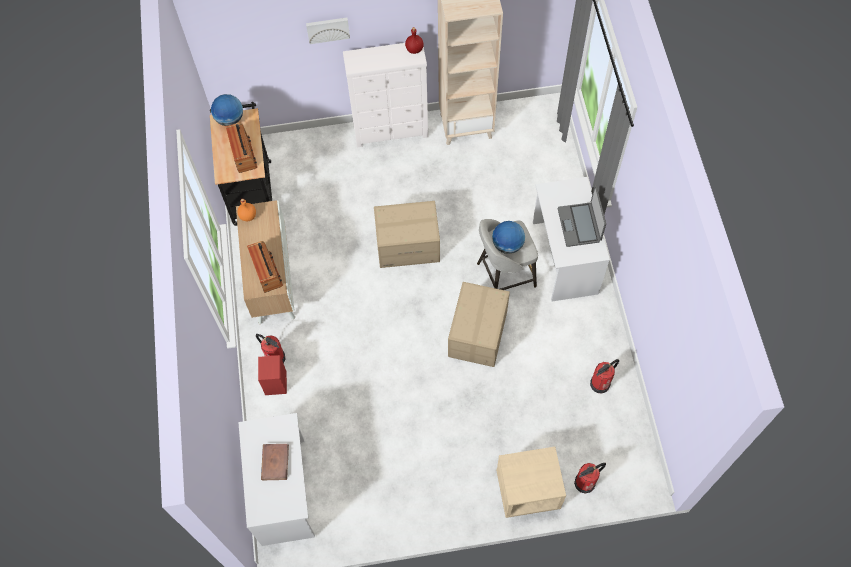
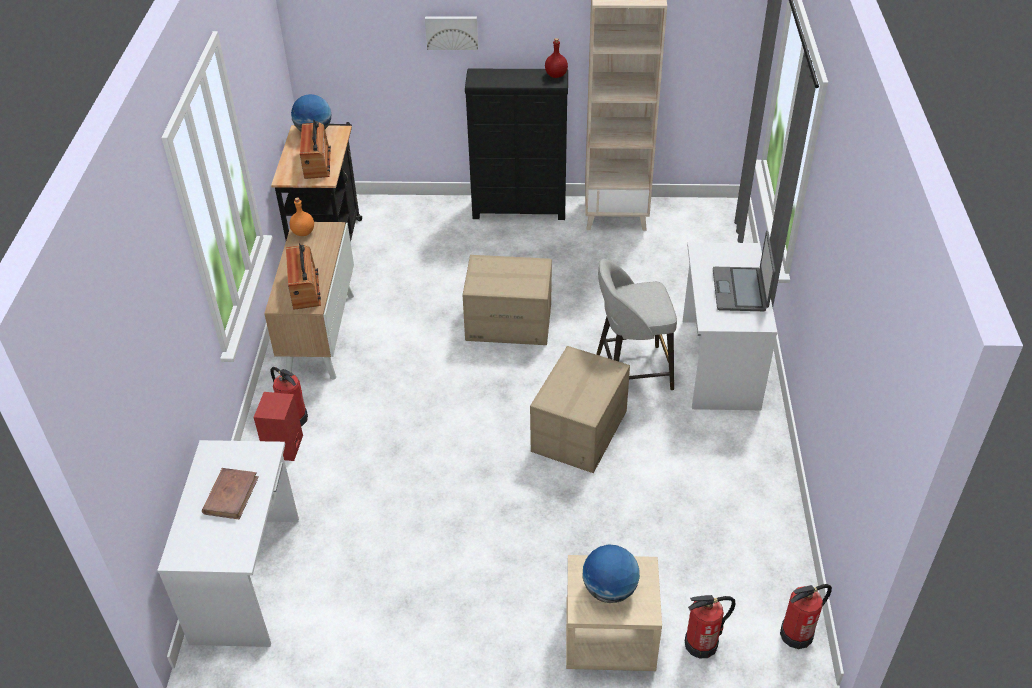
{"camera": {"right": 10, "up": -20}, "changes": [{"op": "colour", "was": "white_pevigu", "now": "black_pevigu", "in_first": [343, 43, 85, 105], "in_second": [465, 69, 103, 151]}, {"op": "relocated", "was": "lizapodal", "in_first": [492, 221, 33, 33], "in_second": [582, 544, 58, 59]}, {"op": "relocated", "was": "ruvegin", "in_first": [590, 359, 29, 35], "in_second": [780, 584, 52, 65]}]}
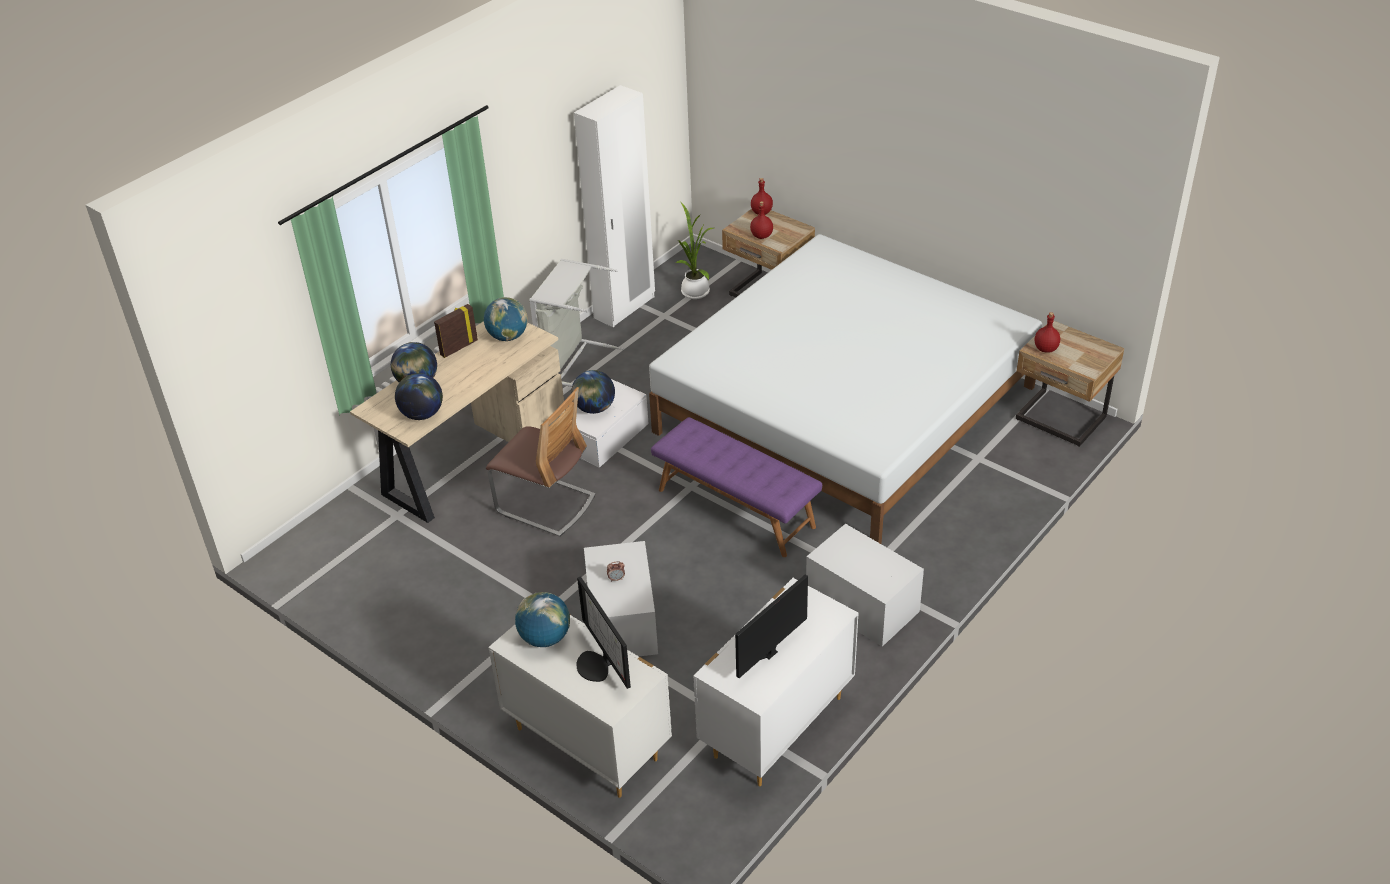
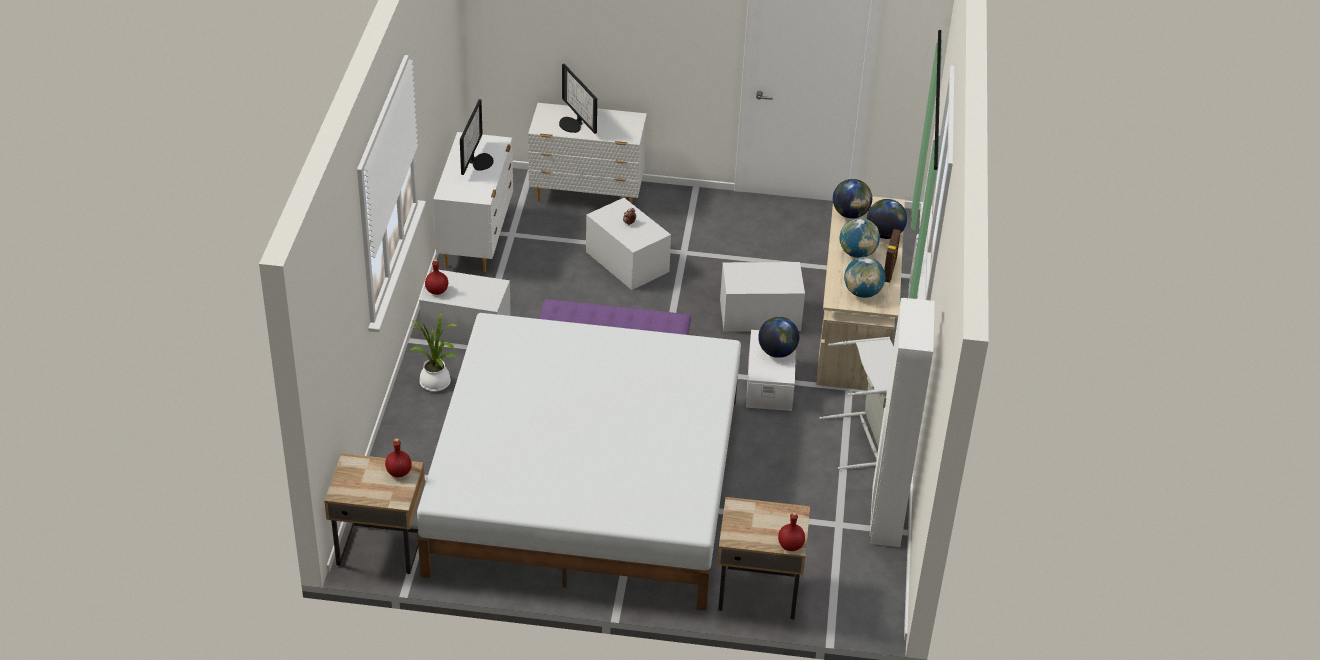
{"camera": {"right": 145, "up": 0}, "changes": [{"op": "relocated", "was": "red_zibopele", "in_first": [750, 201, 23, 38], "in_second": [425, 259, 23, 36]}, {"op": "relocated", "was": "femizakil", "in_first": [676, 203, 37, 96], "in_second": [410, 311, 47, 81]}, {"op": "exchanged", "was": "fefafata", "now": "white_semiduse", "in_first": [486, 387, 110, 150], "in_second": [720, 262, 85, 70]}, {"op": "spun", "was": "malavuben", "in_first": [576, 576, 55, 113], "in_second": [559, 64, 38, 70], "clockwise": -150}, {"op": "relocated", "was": "lizapodal", "in_first": [515, 592, 55, 55], "in_second": [840, 218, 40, 40]}]}
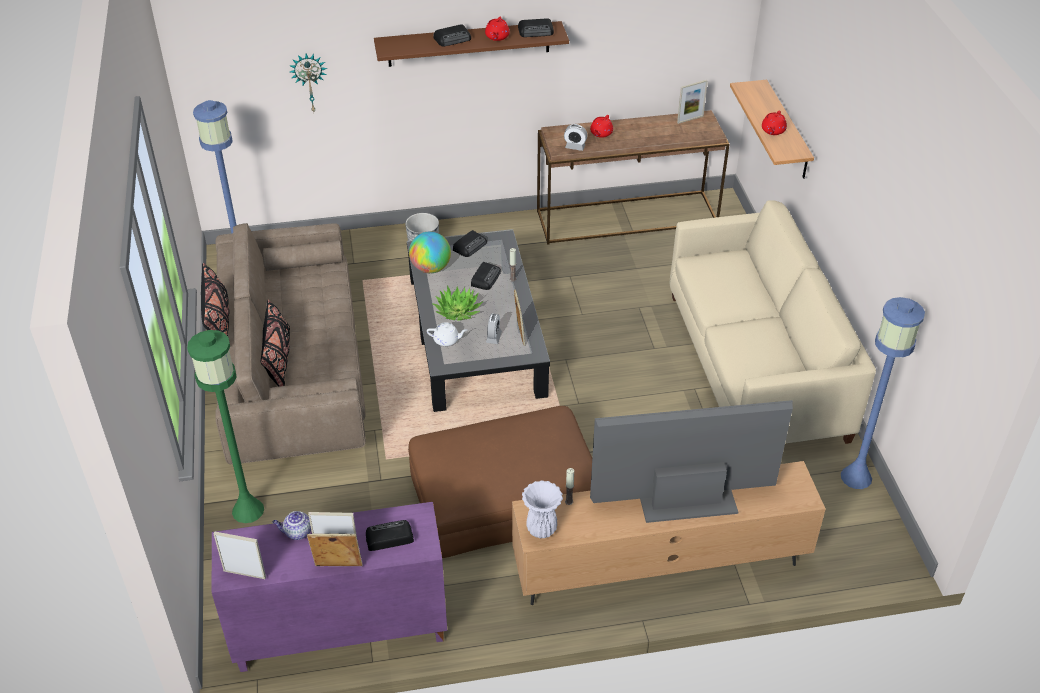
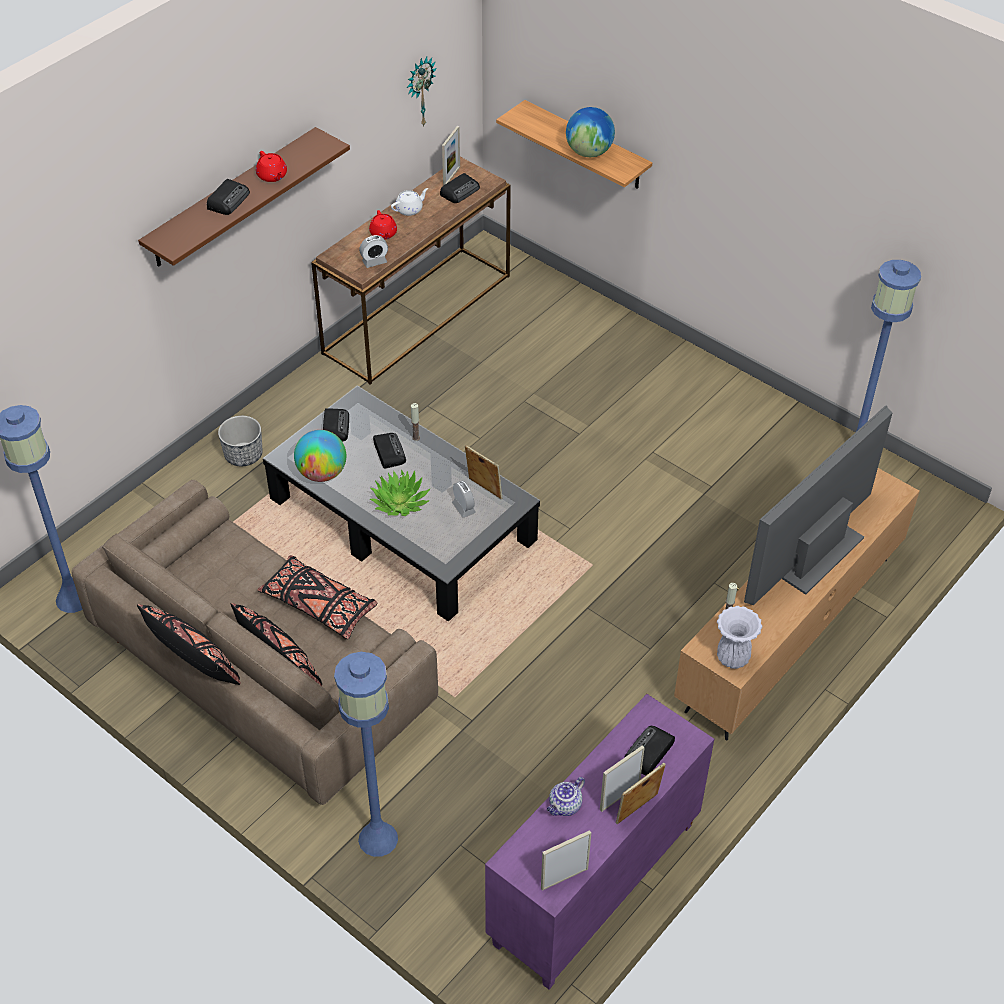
{"camera": {"right": -40, "up": 5}, "changes": [{"op": "relocated", "was": "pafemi", "in_first": [518, 19, 36, 18], "in_second": [440, 173, 40, 30]}, {"op": "relocated", "was": "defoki", "in_first": [289, 54, 39, 58], "in_second": [407, 57, 30, 69]}, {"op": "exchanged", "was": "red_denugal", "now": "lizapodal", "in_first": [762, 111, 25, 24], "in_second": [566, 107, 49, 50]}, {"op": "missing", "was": "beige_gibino", "in_first": [670, 200, 206, 244]}, {"op": "relocated", "was": "white_denugal", "in_first": [427, 322, 40, 24], "in_second": [391, 188, 37, 28]}, {"op": "colour", "was": "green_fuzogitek", "now": "blue_fuzogitek", "in_first": [187, 330, 77, 193], "in_second": [334, 652, 64, 205]}, {"op": "missing", "was": "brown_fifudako", "in_first": [408, 406, 184, 152]}, {"op": "appeared", "now": "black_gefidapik", "in_second": [257, 555, 120, 84]}]}
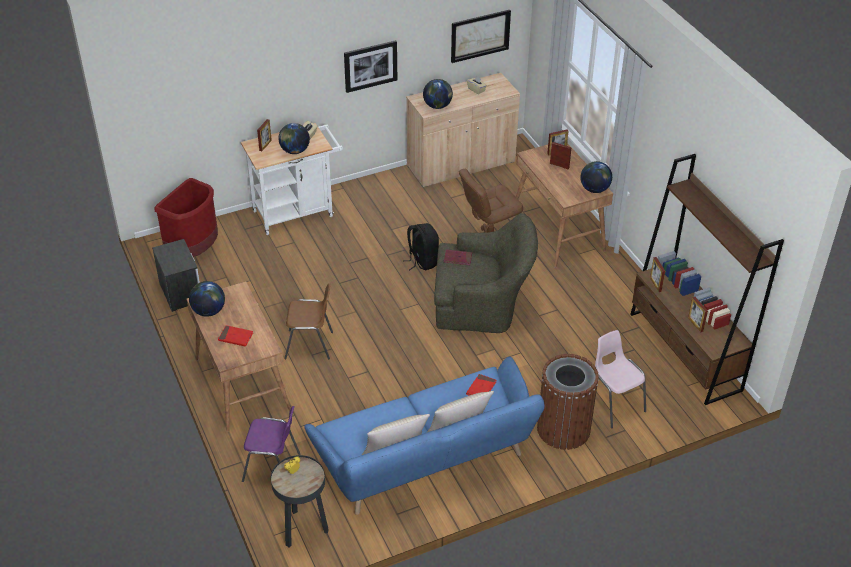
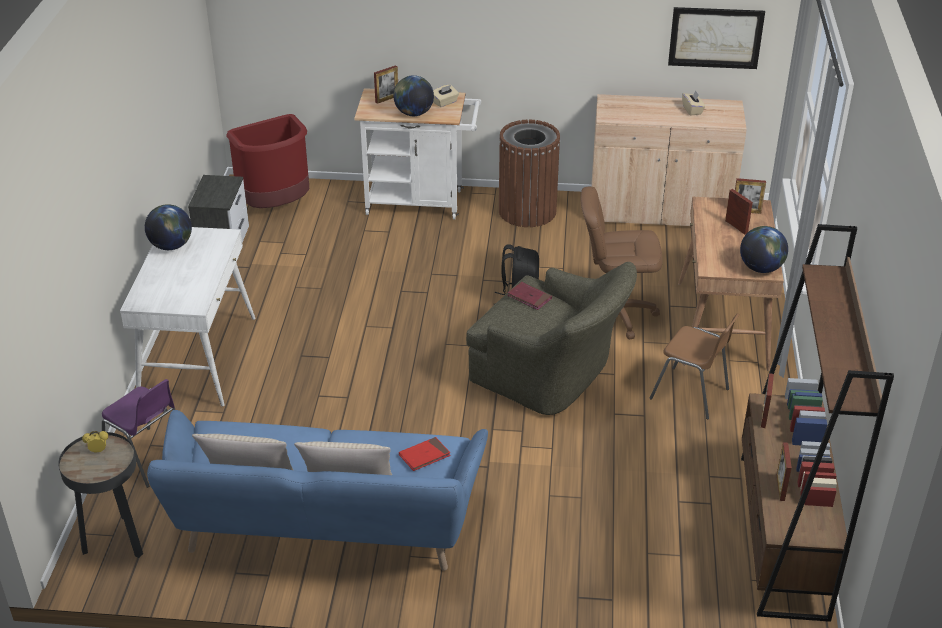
{"camera": {"right": 30, "up": -5}, "changes": [{"op": "missing", "was": "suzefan", "in_first": [344, 40, 53, 53]}, {"op": "missing", "was": "lizapodal", "in_first": [423, 79, 30, 30]}, {"op": "colour", "was": "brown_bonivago", "now": "white_bonivago", "in_first": [187, 281, 104, 151], "in_second": [120, 227, 135, 179]}, {"op": "relocated", "was": "brown_fefafata", "in_first": [284, 283, 49, 76], "in_second": [650, 313, 90, 106]}, {"op": "missing", "was": "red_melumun", "in_first": [218, 325, 35, 22]}, {"op": "missing", "was": "pink_fefafata", "in_first": [595, 330, 51, 98]}, {"op": "relocated", "was": "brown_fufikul", "in_first": [537, 354, 62, 96], "in_second": [499, 120, 61, 107]}]}
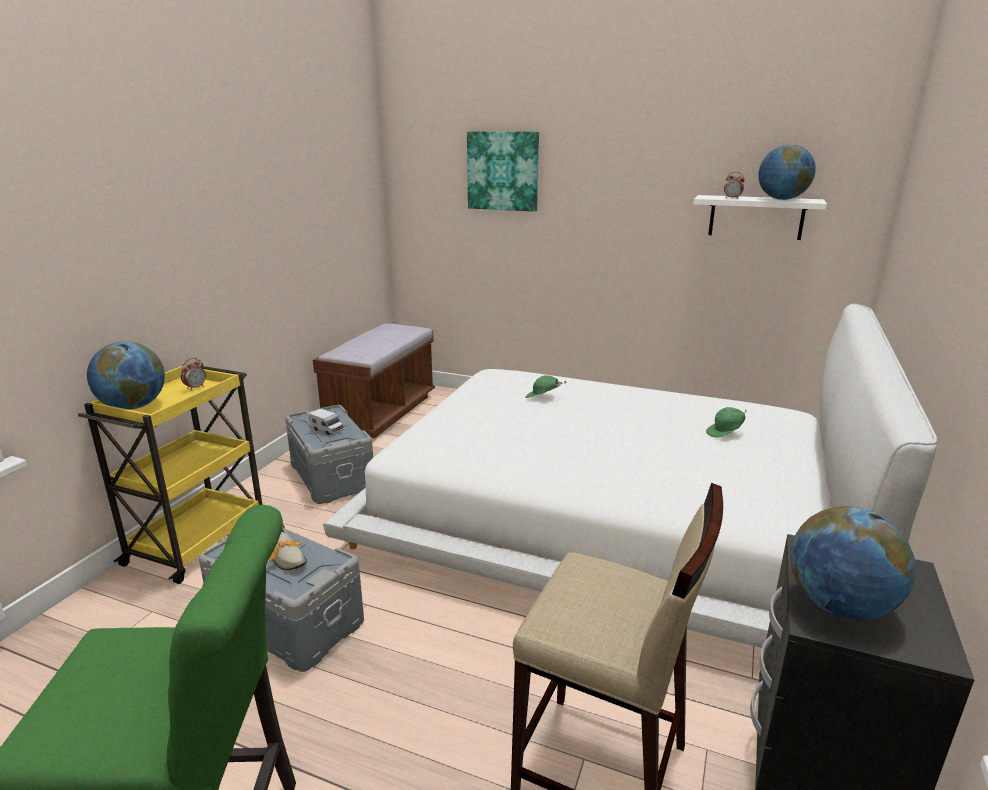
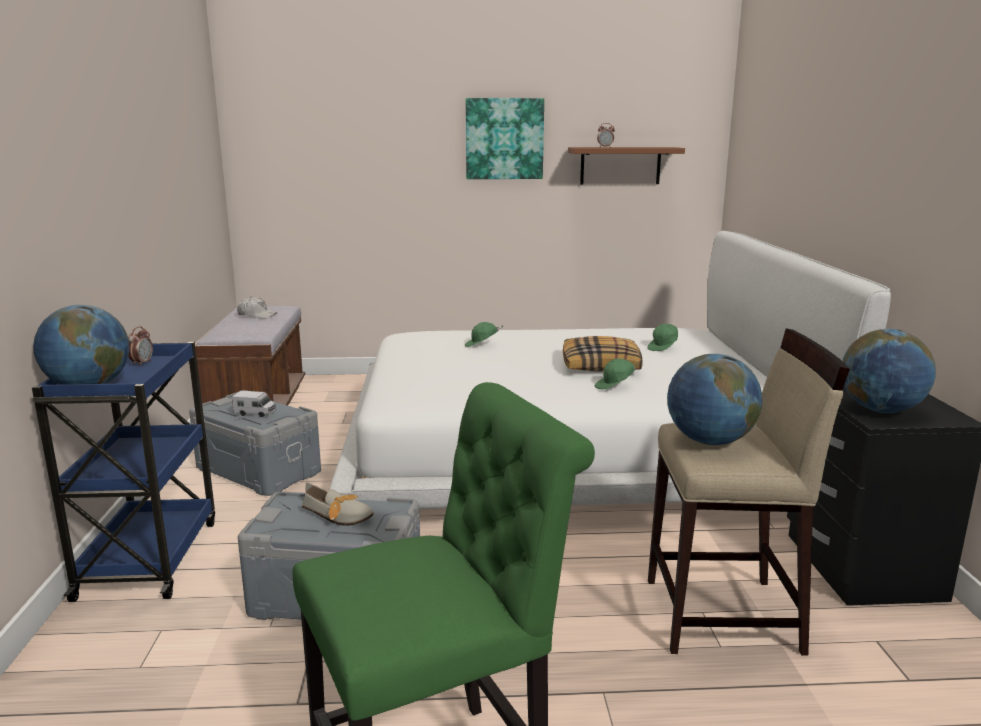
{"camera": {"right": -25, "up": -5}, "changes": [{"op": "relocated", "was": "suzefan", "in_first": [467, 131, 72, 81], "in_second": [466, 98, 78, 81]}, {"op": "relocated", "was": "lizapodal", "in_first": [758, 144, 58, 56], "in_second": [667, 354, 95, 91]}, {"op": "colour", "was": "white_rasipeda", "now": "brown_rasipeda", "in_first": [693, 195, 134, 45], "in_second": [568, 147, 117, 37]}, {"op": "colour", "was": "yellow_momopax", "now": "blue_momopax", "in_first": [78, 366, 185, 218], "in_second": [32, 342, 183, 260]}, {"op": "appeared", "now": "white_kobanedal", "in_second": [237, 296, 40, 23]}, {"op": "appeared", "now": "gefidapik", "in_second": [563, 336, 80, 35]}, {"op": "appeared", "now": "green_kobanedal", "in_second": [595, 359, 43, 30]}]}
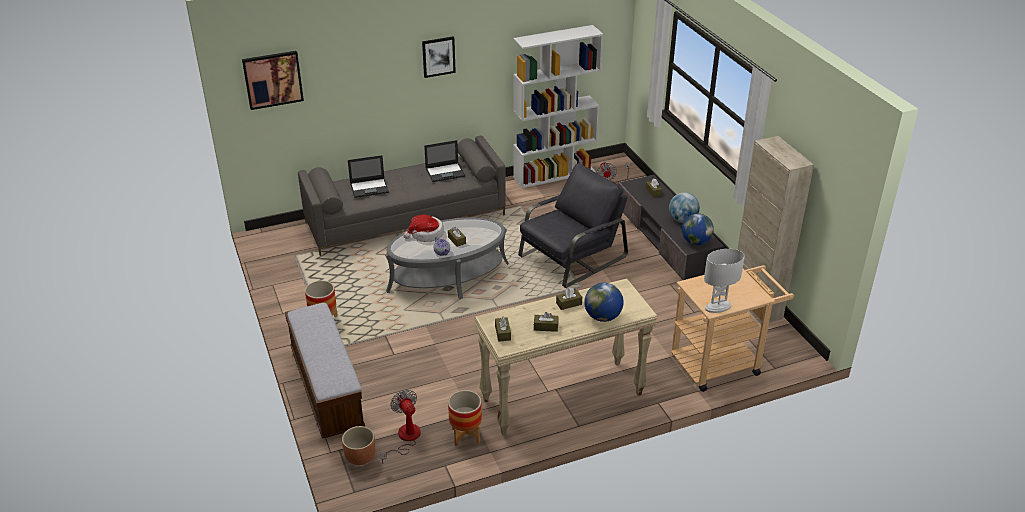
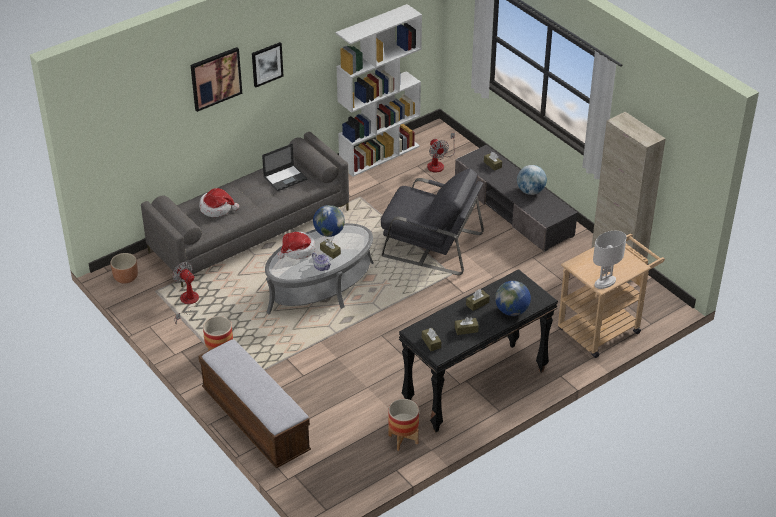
{"camera": {"right": -15, "up": 5}, "changes": [{"op": "relocated", "was": "suzefan", "in_first": [242, 51, 62, 59], "in_second": [191, 47, 51, 65]}, {"op": "exchanged", "was": "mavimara", "now": "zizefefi", "in_first": [348, 155, 41, 43], "in_second": [199, 188, 40, 29]}, {"op": "spun", "was": "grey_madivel", "in_first": [518, 164, 110, 124], "in_second": [381, 168, 103, 107], "clockwise": 75}, {"op": "relocated", "was": "lizapodal", "in_first": [682, 213, 32, 32], "in_second": [313, 205, 32, 32]}, {"op": "colour", "was": "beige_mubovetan", "now": "black_mubovetan", "in_first": [475, 278, 182, 157], "in_second": [399, 269, 159, 163]}, {"op": "relocated", "was": "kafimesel", "in_first": [380, 390, 41, 74], "in_second": [172, 262, 27, 63]}, {"op": "relocated", "was": "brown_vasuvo", "in_first": [342, 426, 33, 39], "in_second": [111, 253, 27, 31]}]}
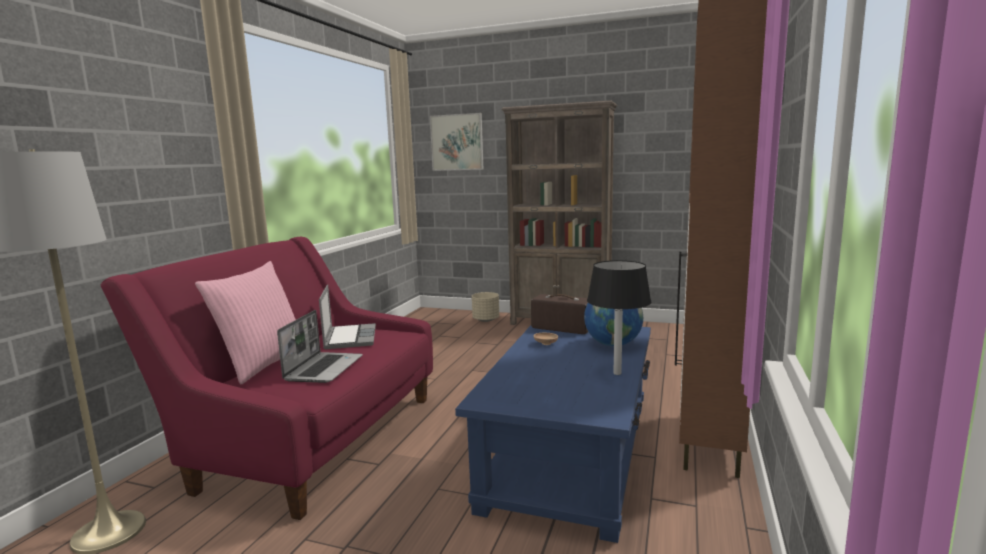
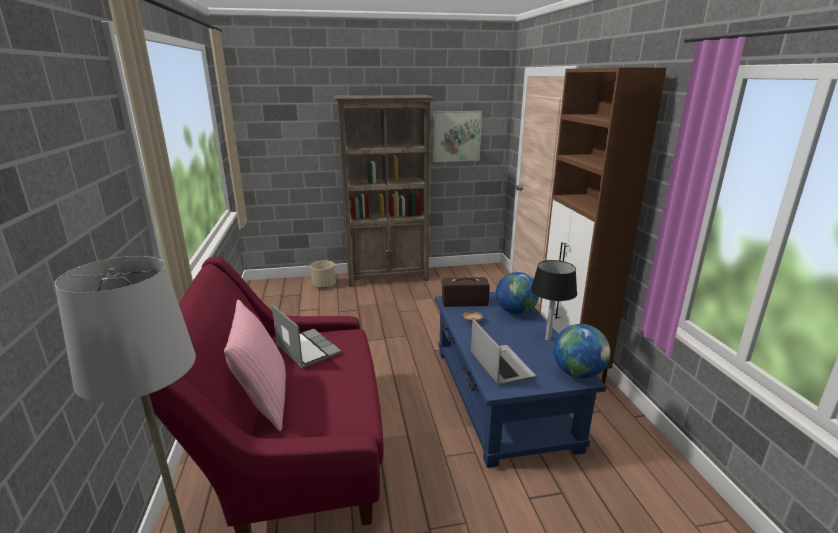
{"camera": {"right": -30, "up": 10}, "changes": [{"op": "relocated", "was": "suzefan", "in_first": [430, 113, 54, 58], "in_second": [433, 111, 49, 51]}, {"op": "relocated", "was": "mavimara", "in_first": [277, 310, 86, 73], "in_second": [471, 318, 65, 67]}, {"op": "appeared", "now": "lizapodal", "in_second": [554, 324, 56, 55]}]}
